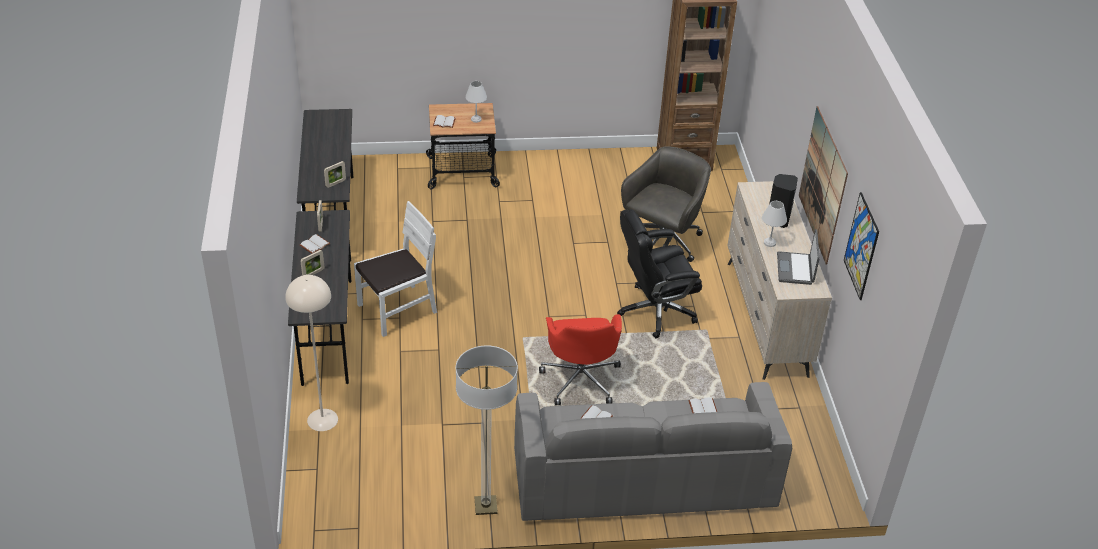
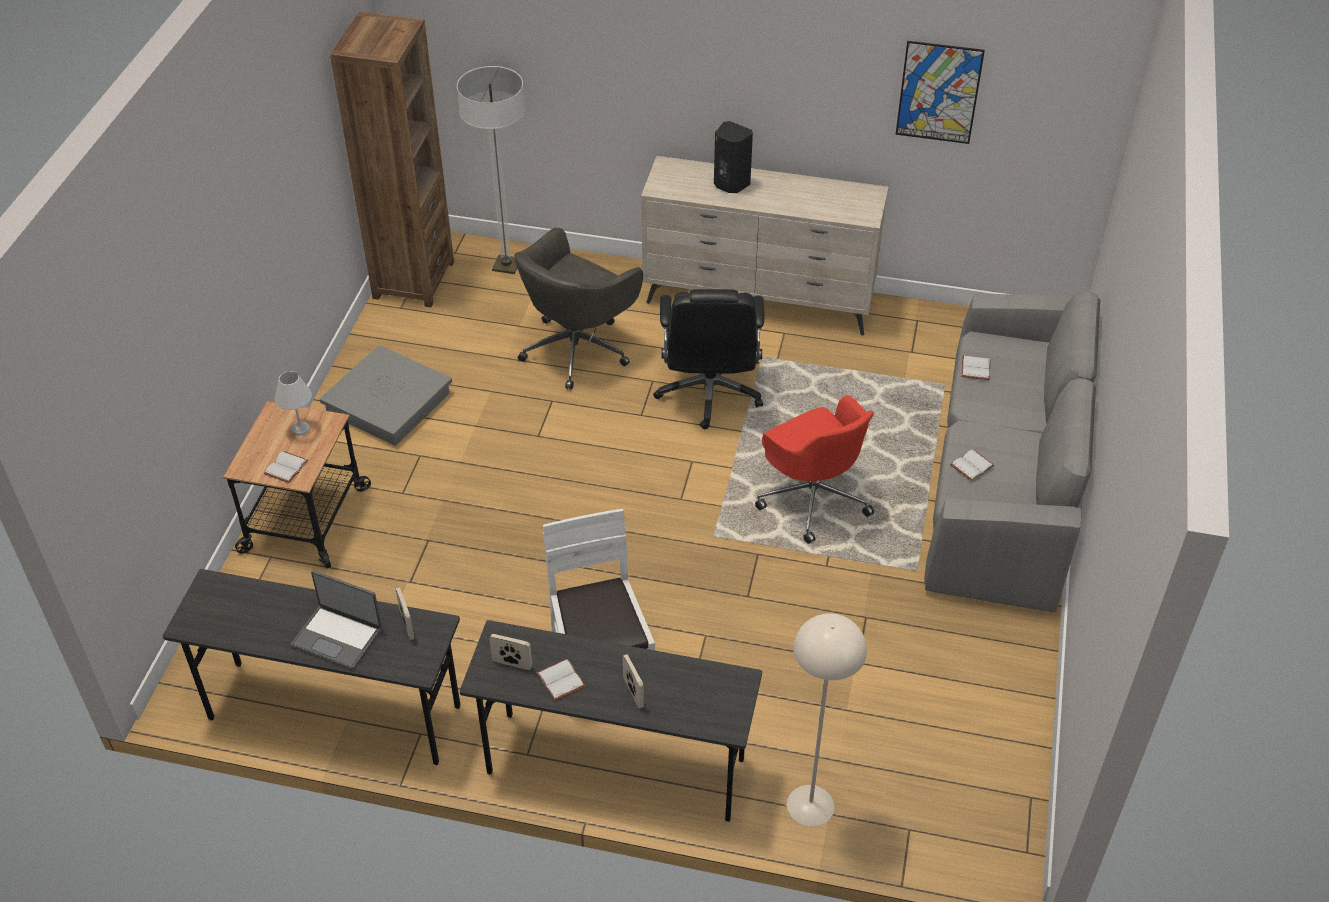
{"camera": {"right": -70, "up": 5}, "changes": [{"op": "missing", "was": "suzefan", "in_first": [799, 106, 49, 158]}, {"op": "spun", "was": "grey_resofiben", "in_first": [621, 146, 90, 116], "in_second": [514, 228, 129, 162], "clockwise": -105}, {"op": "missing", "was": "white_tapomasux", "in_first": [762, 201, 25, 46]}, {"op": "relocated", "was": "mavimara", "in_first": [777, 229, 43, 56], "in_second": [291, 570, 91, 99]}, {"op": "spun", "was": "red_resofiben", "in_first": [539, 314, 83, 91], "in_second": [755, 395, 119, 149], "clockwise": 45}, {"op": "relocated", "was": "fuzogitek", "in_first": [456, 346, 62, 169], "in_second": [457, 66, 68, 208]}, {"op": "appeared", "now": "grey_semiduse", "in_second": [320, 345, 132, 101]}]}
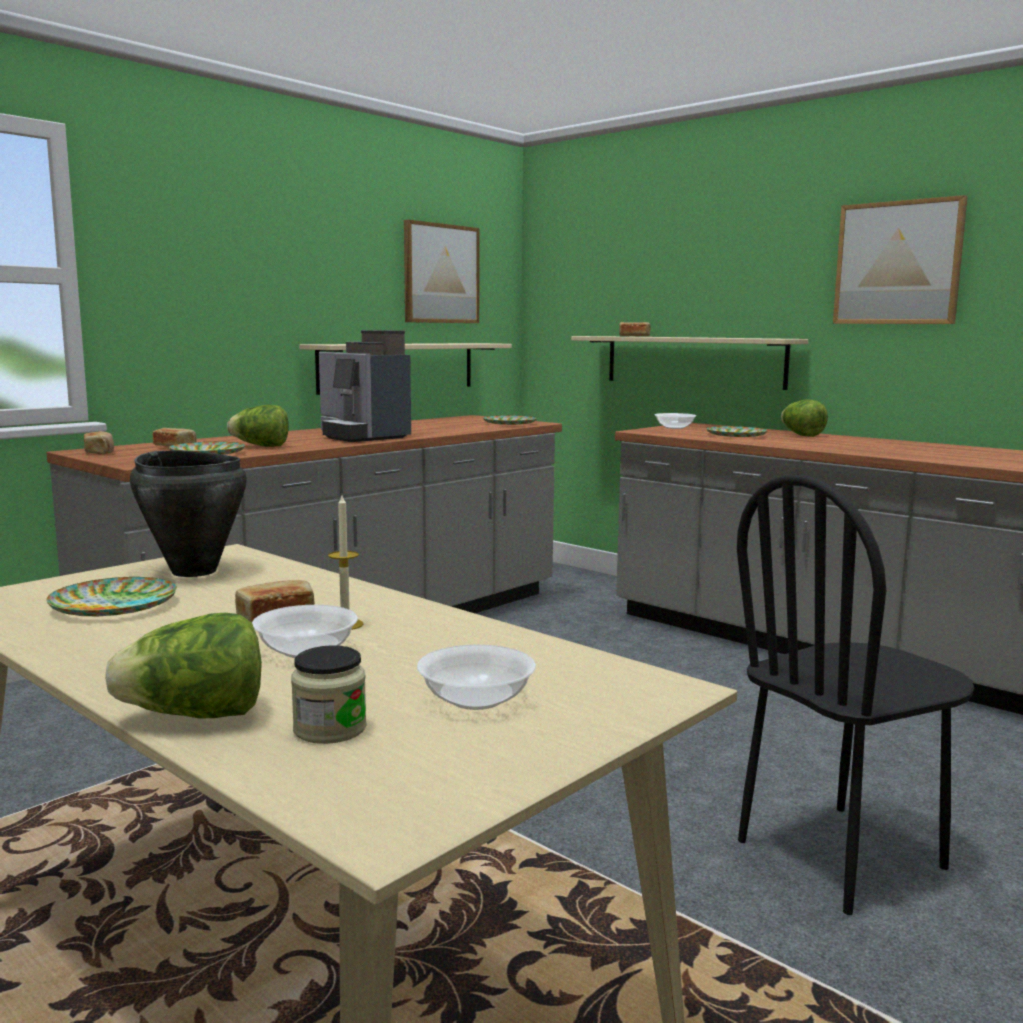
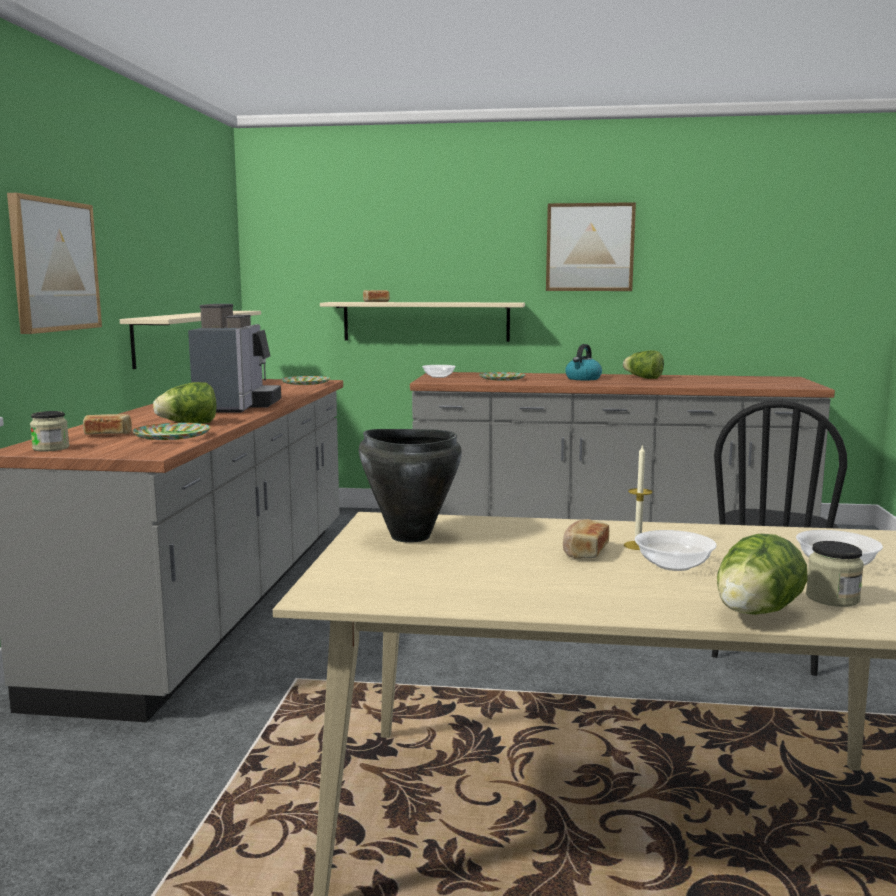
{"camera": {"right": -35, "up": 0}, "changes": [{"op": "relocated", "was": "suzefan", "in_first": [404, 220, 76, 103], "in_second": [7, 193, 95, 141]}, {"op": "spun", "was": "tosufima", "in_first": [319, 330, 92, 112], "in_second": [188, 304, 93, 109], "clockwise": -105}, {"op": "relocated", "was": "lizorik", "in_first": [781, 399, 47, 38], "in_second": [623, 350, 41, 29]}, {"op": "exchanged", "was": "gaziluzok", "now": "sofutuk", "in_first": [84, 431, 30, 24], "in_second": [30, 411, 39, 41]}, {"op": "missing", "was": "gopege", "in_first": [46, 577, 131, 40]}, {"op": "appeared", "now": "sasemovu", "in_second": [565, 344, 37, 37]}]}
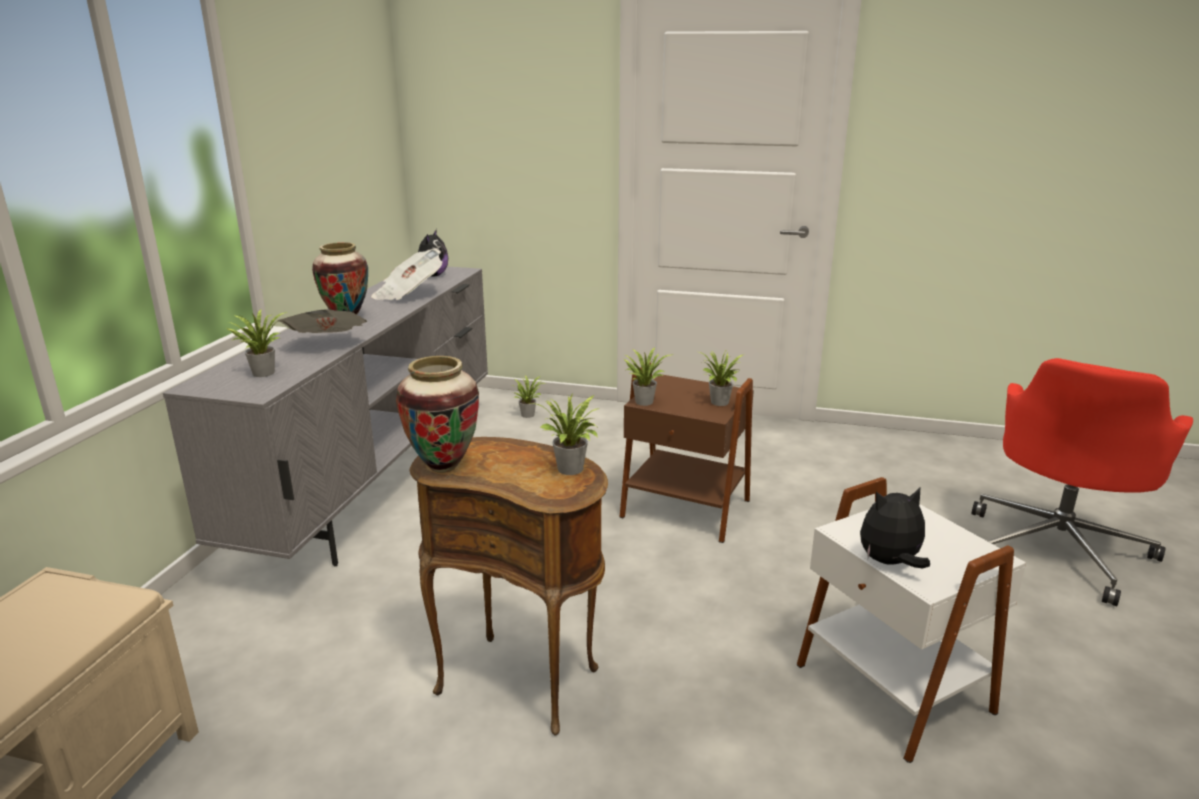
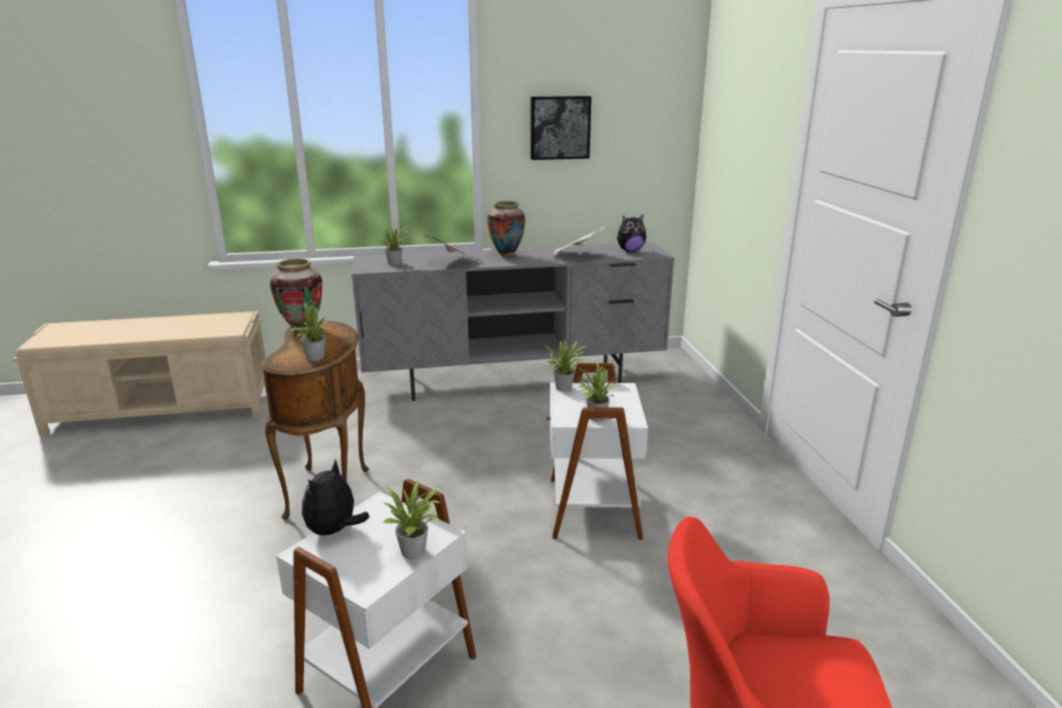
{"camera": {"right": 65, "up": 0}, "changes": [{"op": "colour", "was": "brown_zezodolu", "now": "white_zezodolu", "in_first": [619, 362, 135, 181], "in_second": [547, 363, 101, 177]}, {"op": "relocated", "was": "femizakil", "in_first": [512, 375, 31, 43], "in_second": [381, 481, 62, 78]}, {"op": "spun", "was": "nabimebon", "in_first": [860, 488, 70, 80], "in_second": [302, 459, 67, 77], "clockwise": -120}, {"op": "appeared", "now": "suzefan", "in_second": [531, 96, 60, 64]}]}
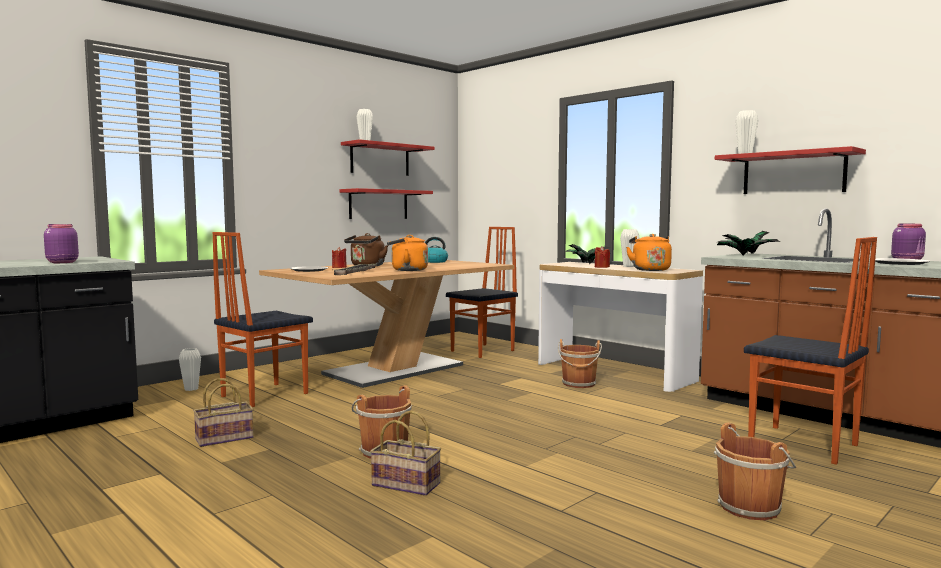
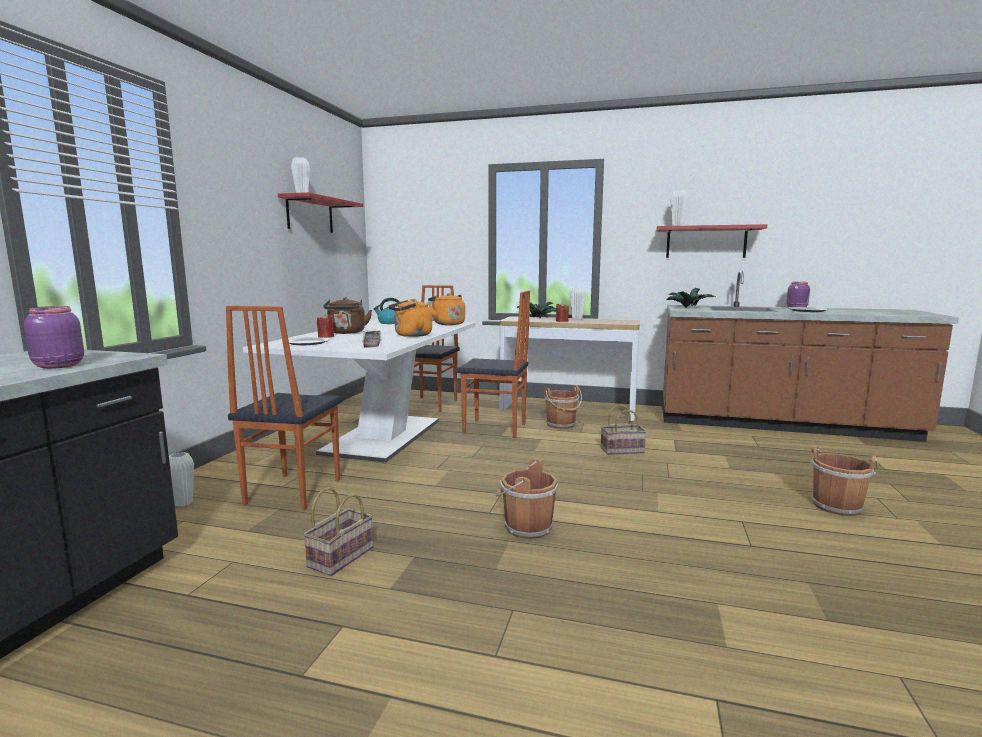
{"camera": {"right": -30, "up": 5}, "changes": [{"op": "missing", "was": "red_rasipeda", "in_first": [339, 188, 94, 31]}, {"op": "relocated", "was": "orange_sasemovu", "in_first": [626, 234, 46, 37], "in_second": [428, 293, 37, 32]}, {"op": "relocated", "was": "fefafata", "in_first": [744, 237, 133, 228], "in_second": [456, 290, 74, 148]}, {"op": "colour", "was": "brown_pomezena", "now": "white_pomezena", "in_first": [259, 260, 255, 128], "in_second": [243, 319, 233, 144]}, {"op": "relocated", "was": "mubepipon", "in_first": [370, 410, 71, 86], "in_second": [601, 404, 46, 51]}]}
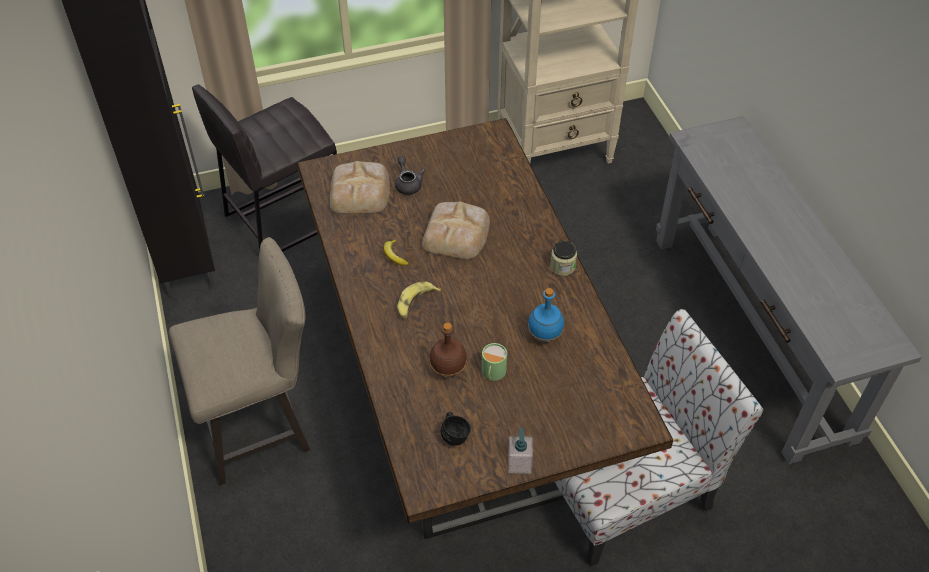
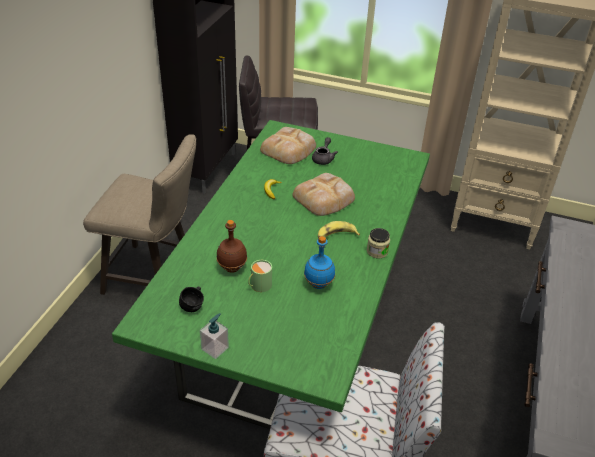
{"camera": {"right": 35, "up": -10}, "changes": [{"op": "colour", "was": "brown_pomezena", "now": "green_pomezena", "in_first": [297, 118, 376, 421], "in_second": [112, 120, 318, 309]}, {"op": "relocated", "was": "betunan", "in_first": [397, 282, 44, 37], "in_second": [318, 221, 42, 18]}]}
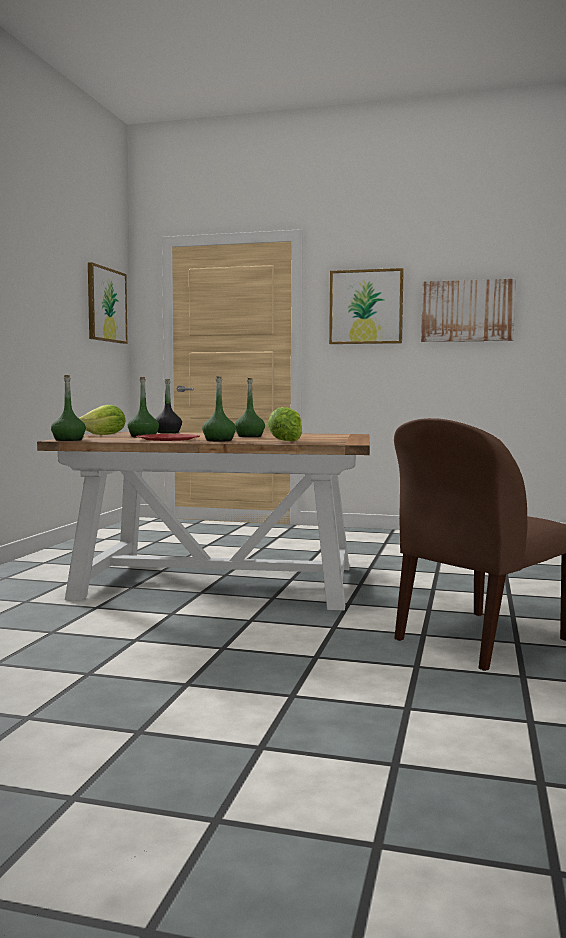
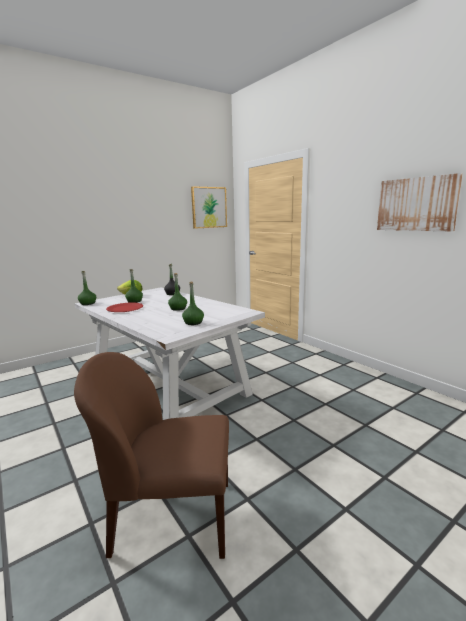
{"camera": {"right": 40, "up": 10}, "changes": [{"op": "missing", "was": "suzefan", "in_first": [329, 268, 75, 76]}, {"op": "relocated", "was": "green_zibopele", "in_first": [202, 376, 34, 65], "in_second": [182, 282, 22, 43]}, {"op": "missing", "was": "lizorik", "in_first": [268, 407, 34, 34]}, {"op": "colour", "was": "brown_pomezena", "now": "white_pomezena", "in_first": [37, 432, 333, 179], "in_second": [75, 287, 190, 133]}]}
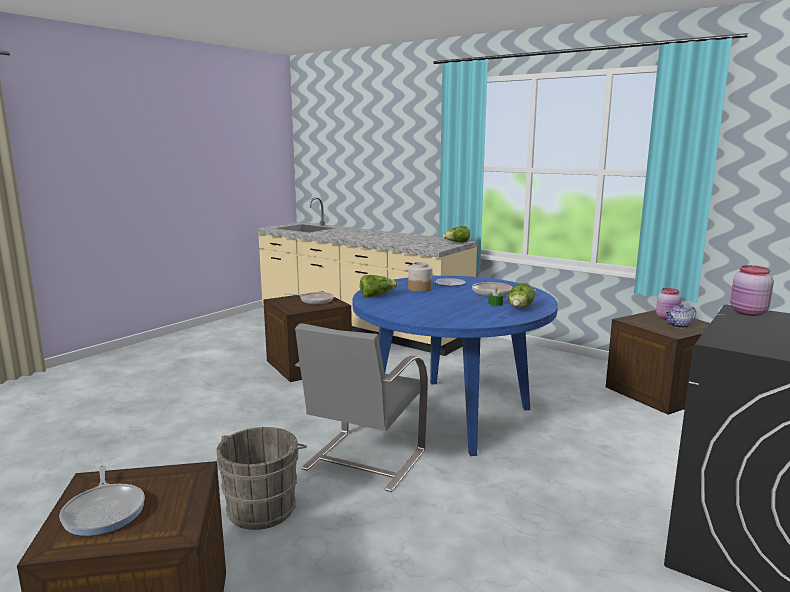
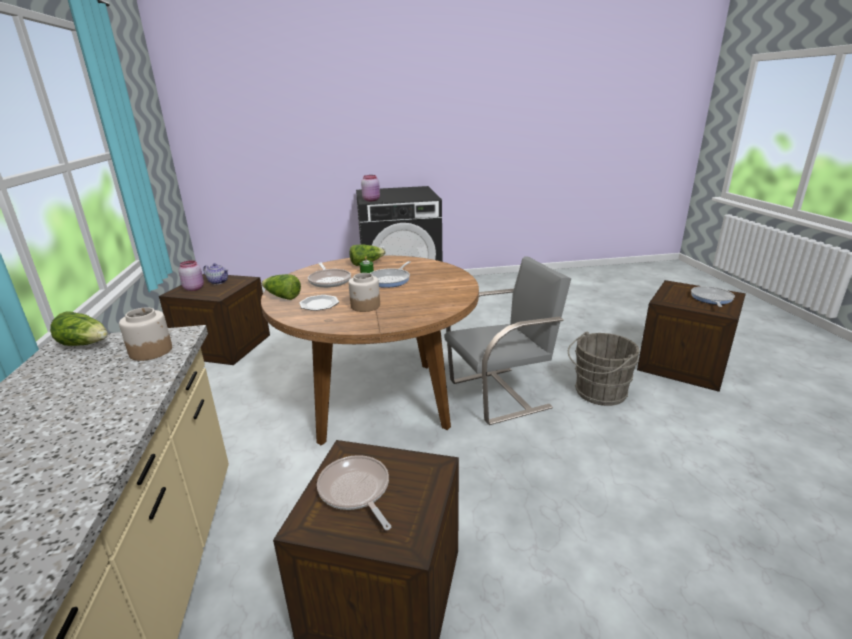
{"camera": {"right": -135, "up": 10}, "changes": [{"op": "relocated", "was": "lizorik", "in_first": [360, 275, 38, 22], "in_second": [261, 274, 40, 26]}, {"op": "colour", "was": "blue_pomezena", "now": "brown_pomezena", "in_first": [352, 276, 206, 180], "in_second": [261, 255, 218, 191]}, {"op": "appeared", "now": "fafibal", "in_second": [370, 261, 41, 27]}, {"op": "appeared", "now": "sofutuk", "in_second": [119, 307, 53, 54]}]}
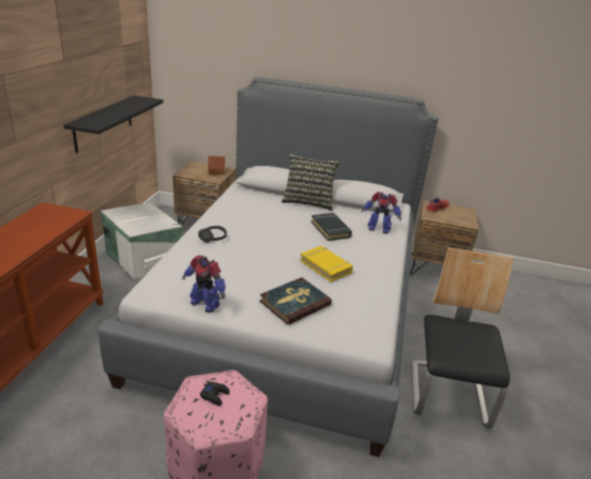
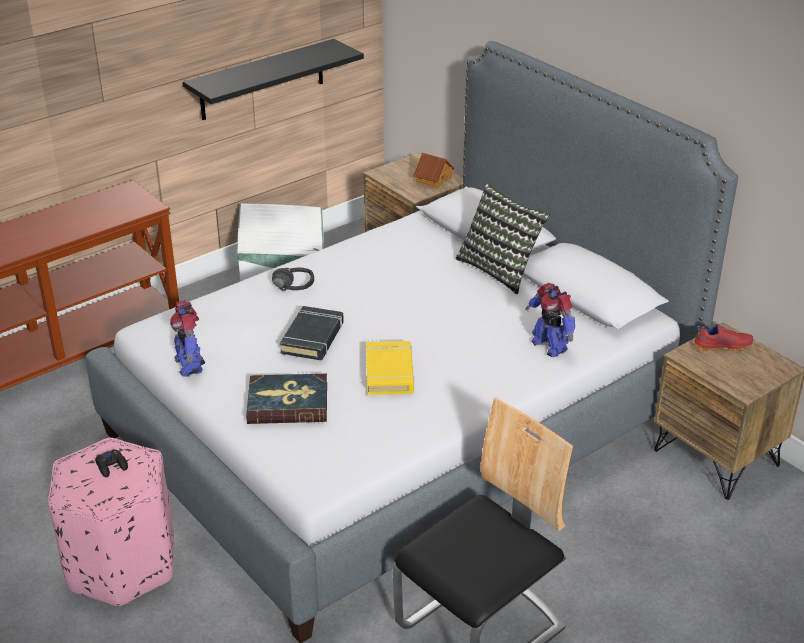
{"camera": {"right": 40, "up": 5}, "changes": [{"op": "relocated", "was": "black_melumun", "in_first": [311, 213, 41, 28], "in_second": [280, 306, 64, 54]}]}
